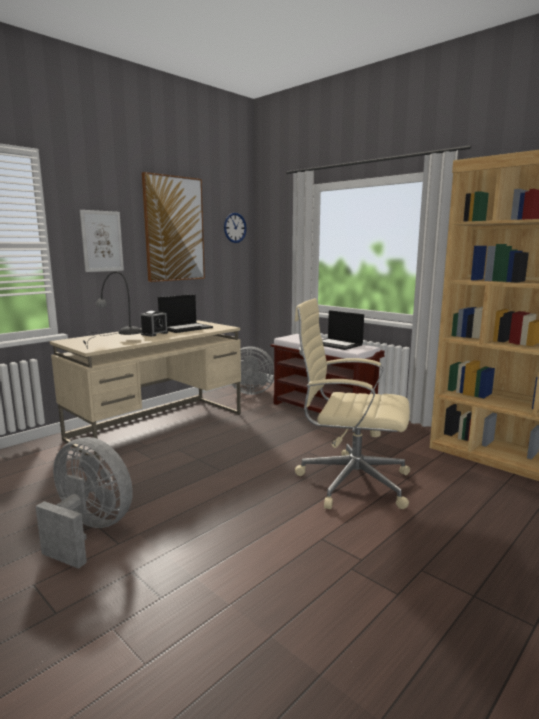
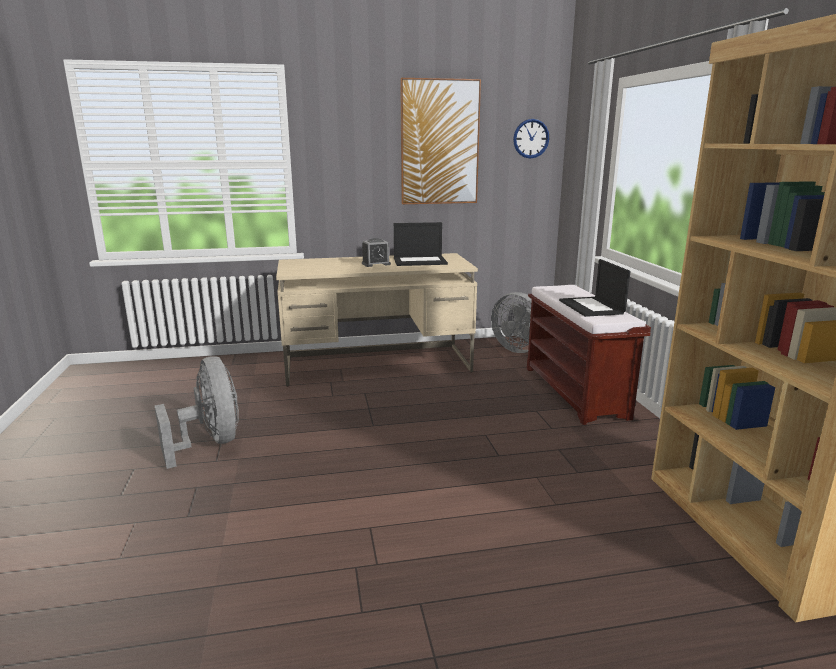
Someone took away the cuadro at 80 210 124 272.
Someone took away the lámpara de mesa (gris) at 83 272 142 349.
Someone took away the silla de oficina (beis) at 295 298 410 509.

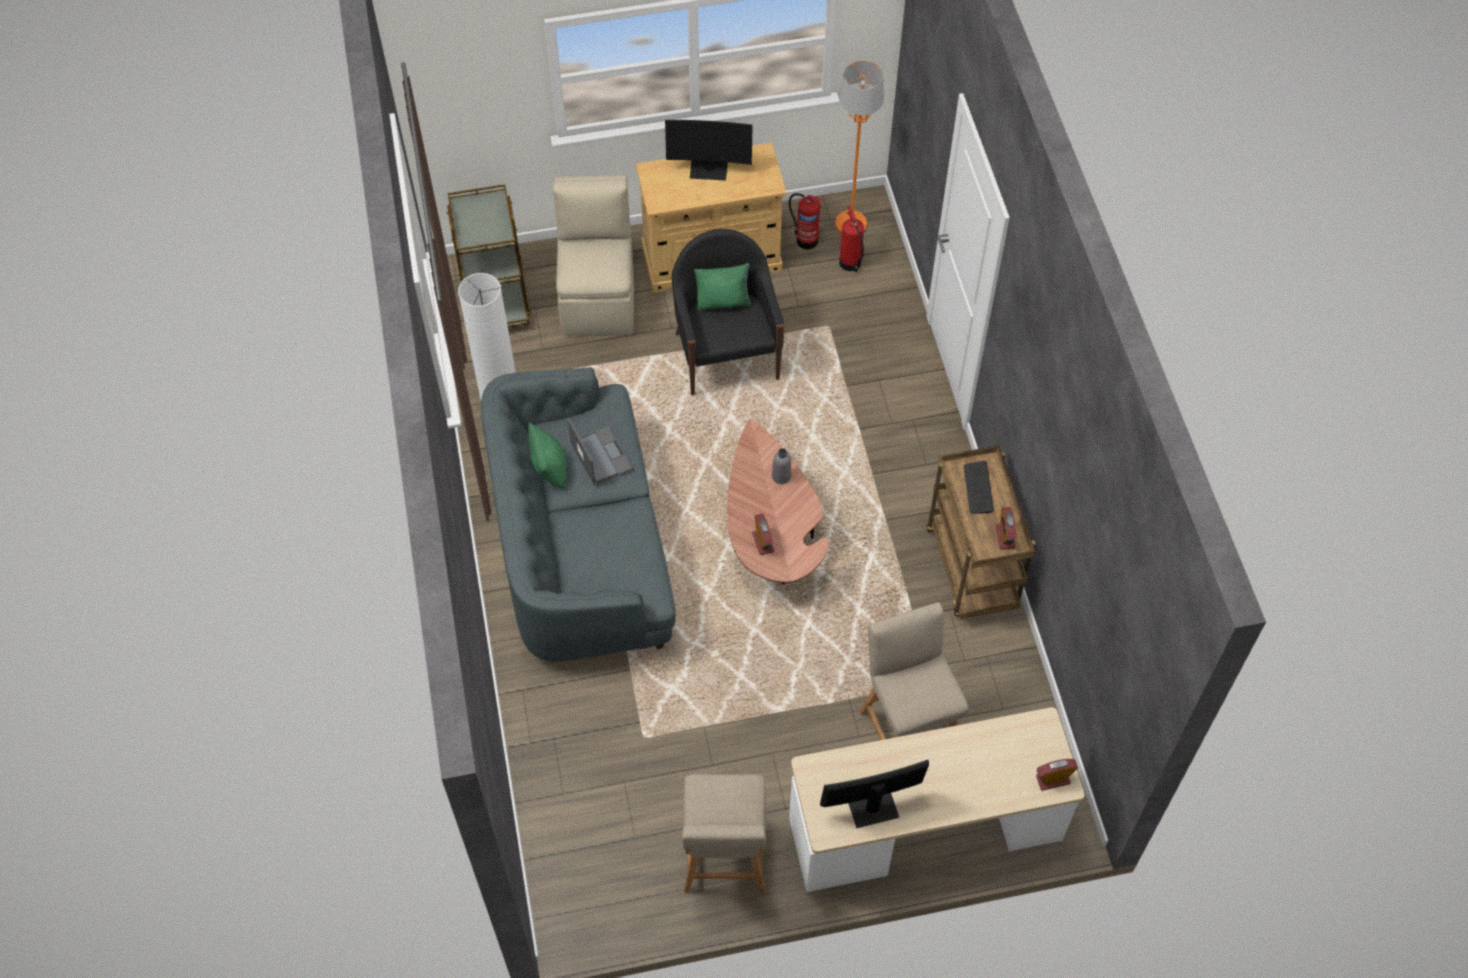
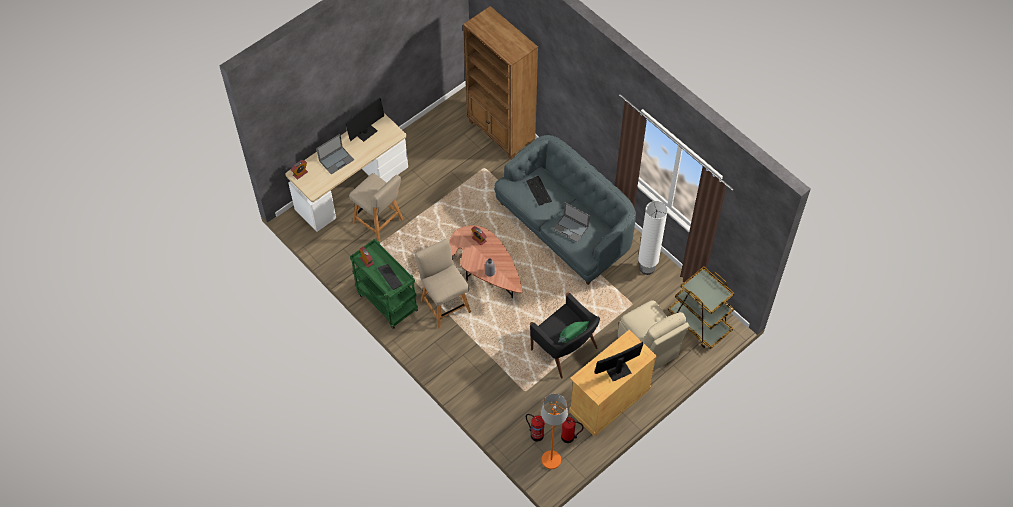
Someone took away the cojín (verde) at 528 423 567 490.
Someone repainted the carrito (marrón) at 927 445 1036 619, which became the carrito (verde) at 350 239 418 329.
Someone carried the silla (beis) from 682 774 767 893 to 415 239 471 329.
Someone put down the estantería (marrón) at 463 6 538 159.
Someone put down the portátil at 317 134 354 174.
Someone put down the teclado at 526 176 552 206.

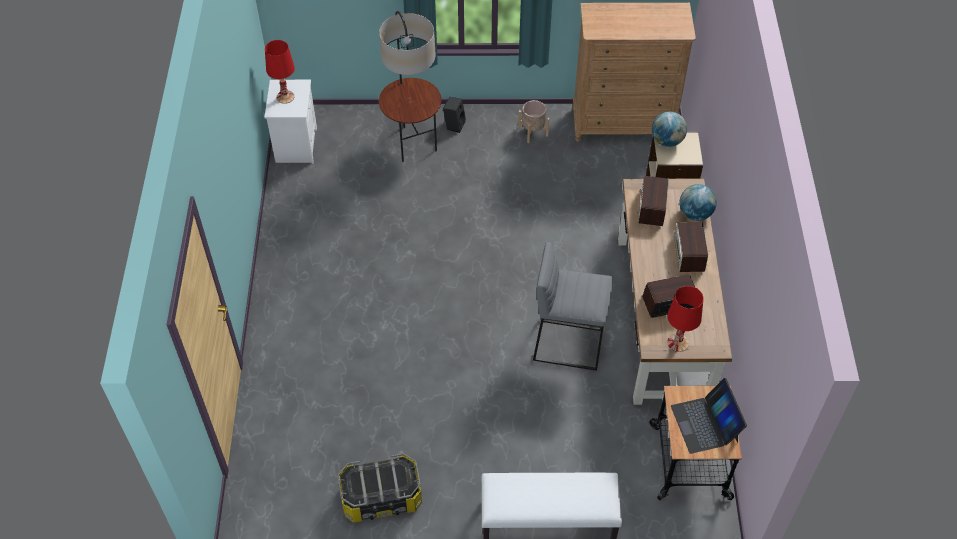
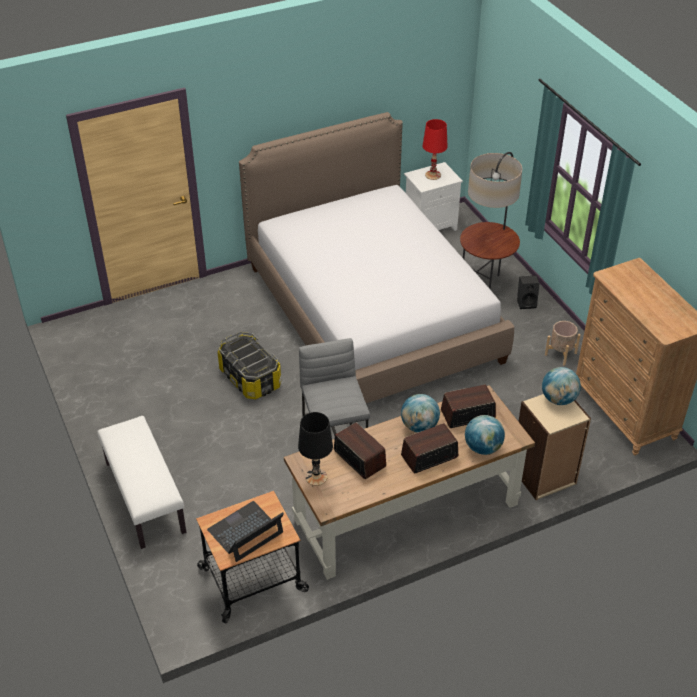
Someone repainted the lámpara de mesa (rojo) at 667 286 704 352, which became the lámpara de mesa (negro) at 298 412 333 486.
Someone carried the caja de almacenaje from 338 453 422 522 to 218 332 281 399.
Someone put down the cama at 239 112 514 403.
Someone put down the globo terráqueo at 401 394 440 433.

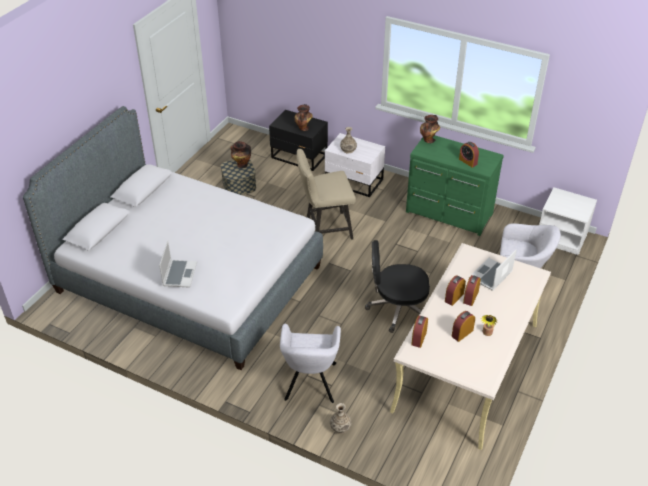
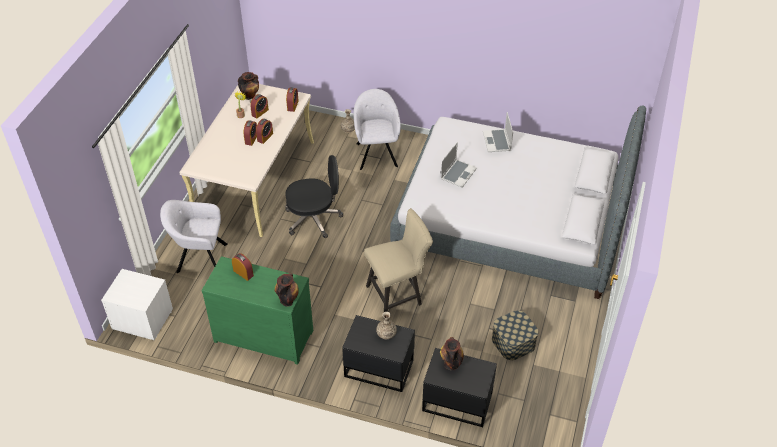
Someone repainted the mesita de noche (blanco) at 325 133 385 197, which became the mesita de noche (negro) at 342 315 415 392.
Someone carried the florero from 231 141 251 168 to 238 72 259 100.
Someone carried the portátil from 469 249 517 291 to 441 142 477 188.

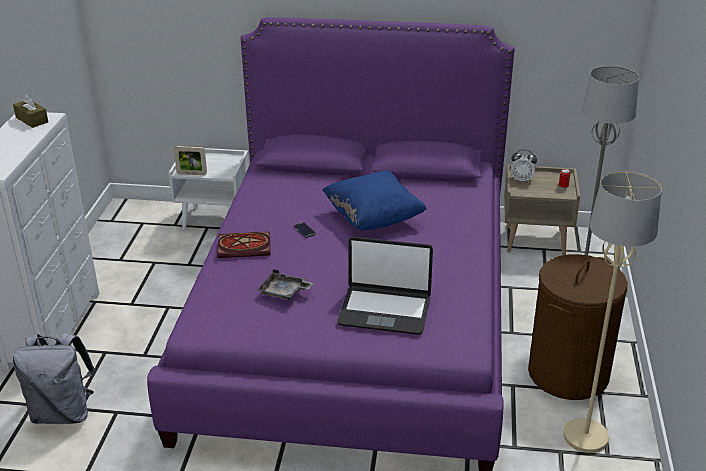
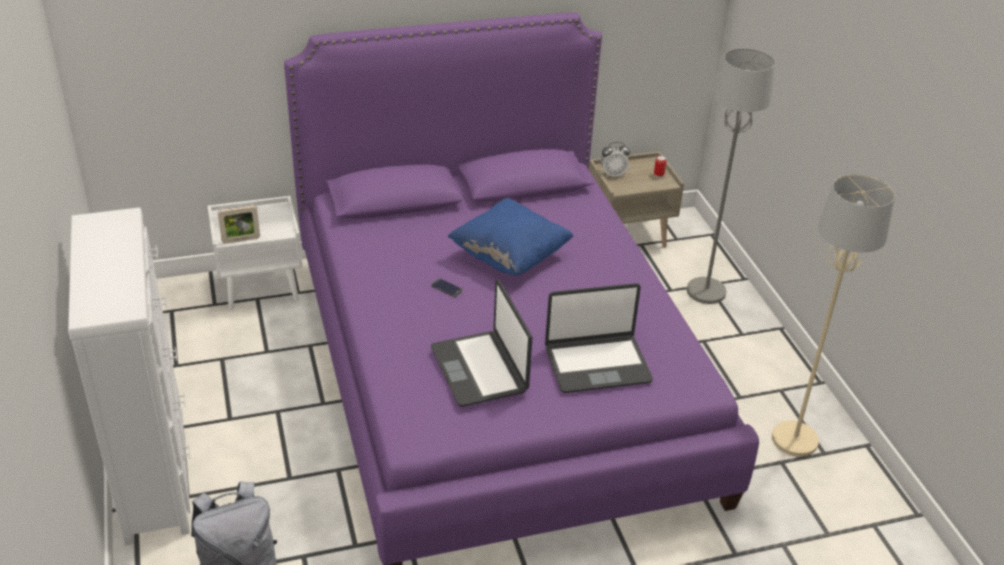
Someone took away the caja de pañuelos (marrón) at 13 93 48 128.
Someone took away the libro at 217 232 270 258.
Someone took away the cesto de la ropa (marrón) at 528 254 628 400.
Someone swapped the bandeja (gris) at 257 269 313 300 for the portátil at 431 279 533 407.

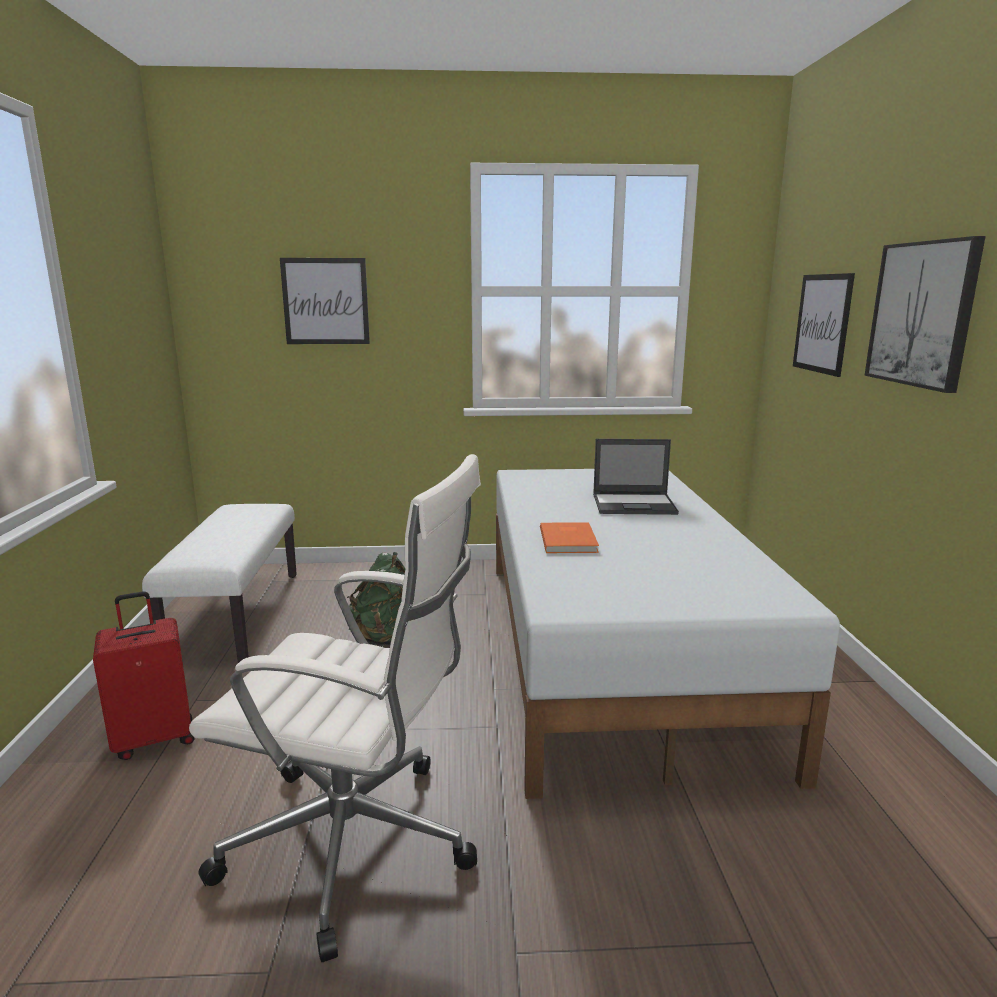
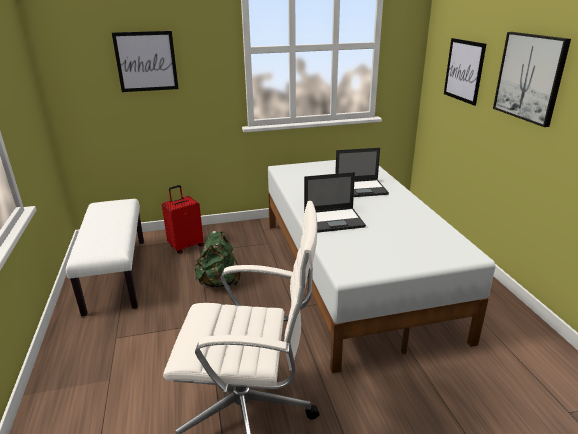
Someone swapped the libro (naranja) at 540 522 599 553 for the portátil at 304 172 366 233.
Someone carried the maleta (rojo) from 93 591 194 760 to 162 185 204 254.

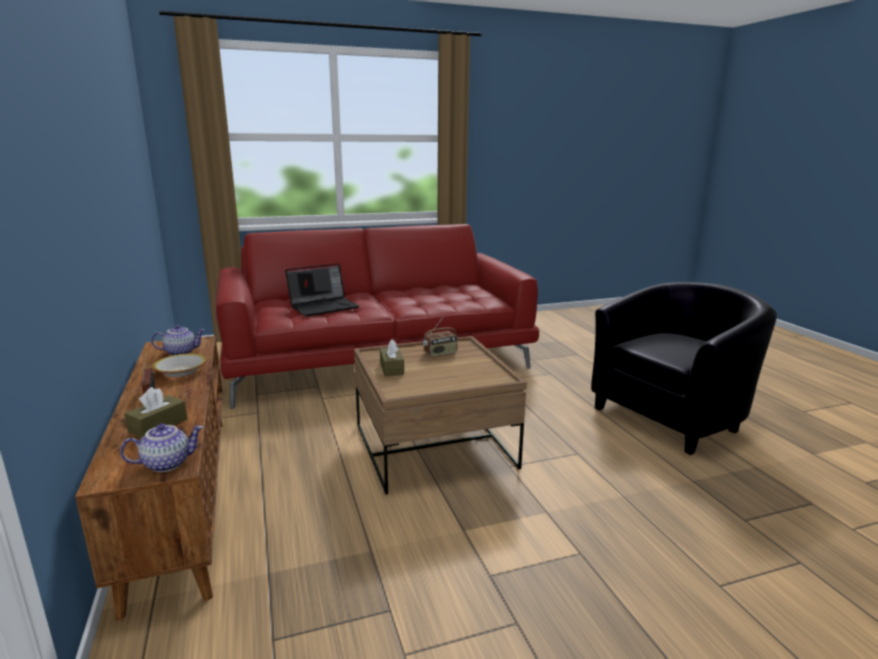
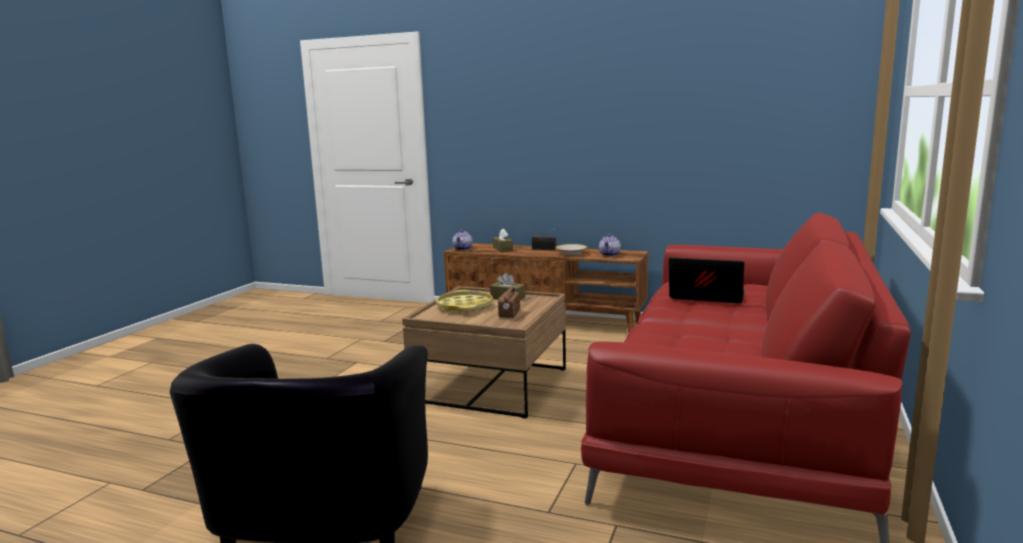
Someone rotated the portátil at 285 263 359 316 by 105 degrees clockwise.
Someone put down the bandeja (amarillo) at 436 290 493 313.

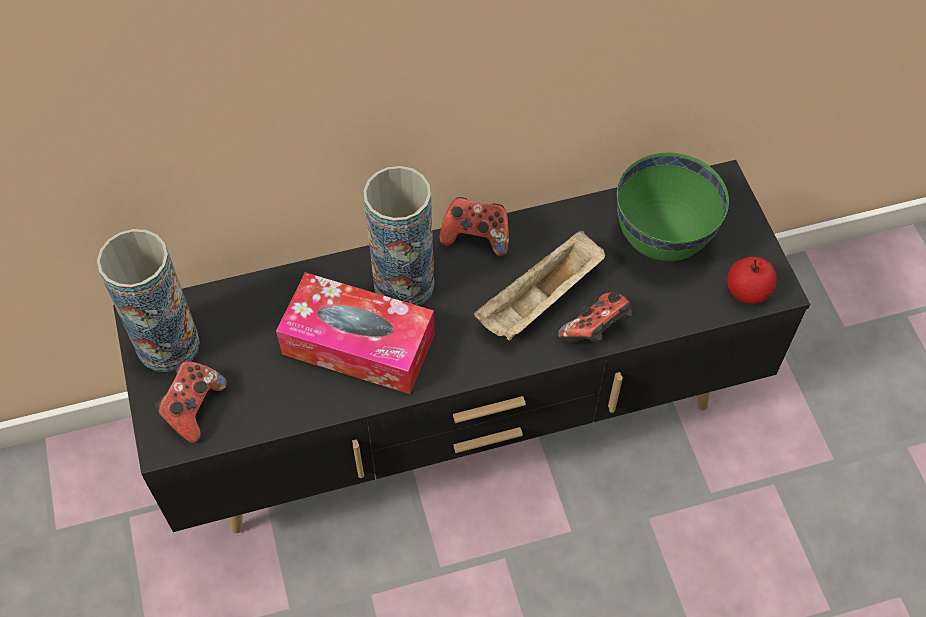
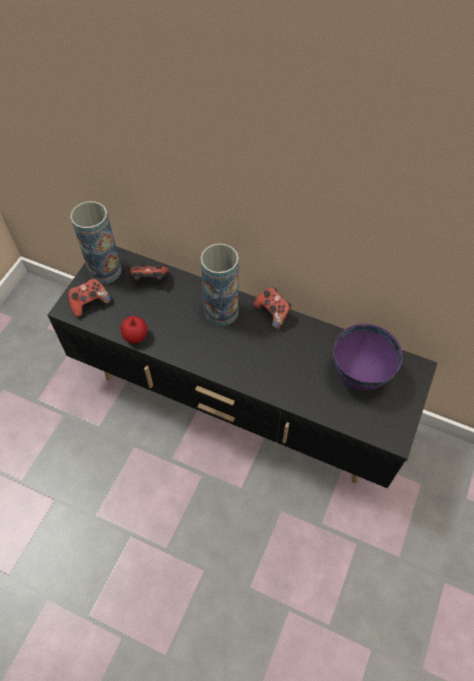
Someone repainted the cuenco (verde) at 617 153 729 261, which became the cuenco (morado) at 333 324 403 390.
Someone took away the bandeja (beis) at 474 230 605 341.
Someone carried the manzana from 727 257 777 304 to 121 316 147 344.
Someone took away the caja de pañuelos at 276 272 435 394.
Someone carried the mando de consola from 558 292 632 343 to 130 263 169 281.

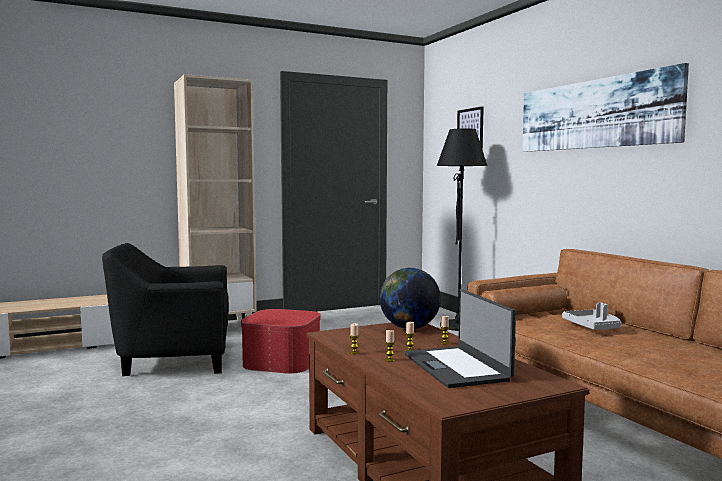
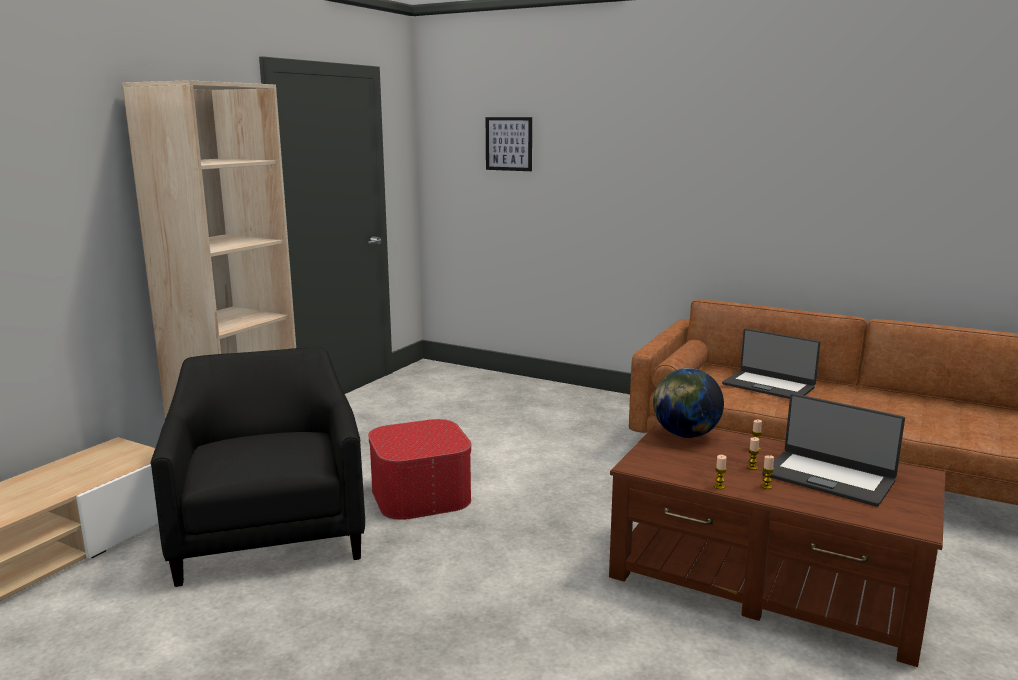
Someone took away the cuadro at 522 63 689 152.
Someone took away the lámpara de pie (negro) at 436 128 488 331.
Someone rotated the sillón (negro) at 102 243 229 376 by 120 degrees clockwise.
Someone swapped the bandeja (gris) at 562 302 621 330 for the portátil at 722 329 821 399.

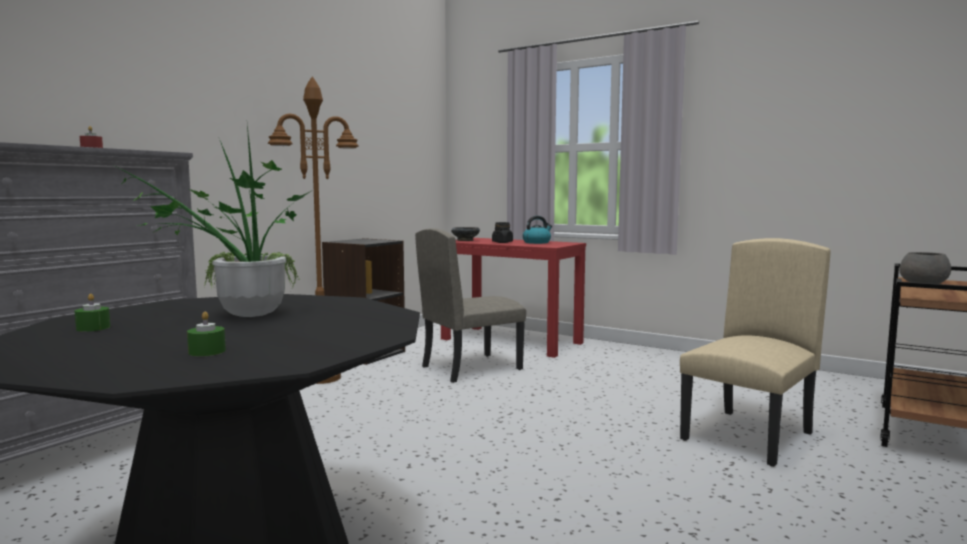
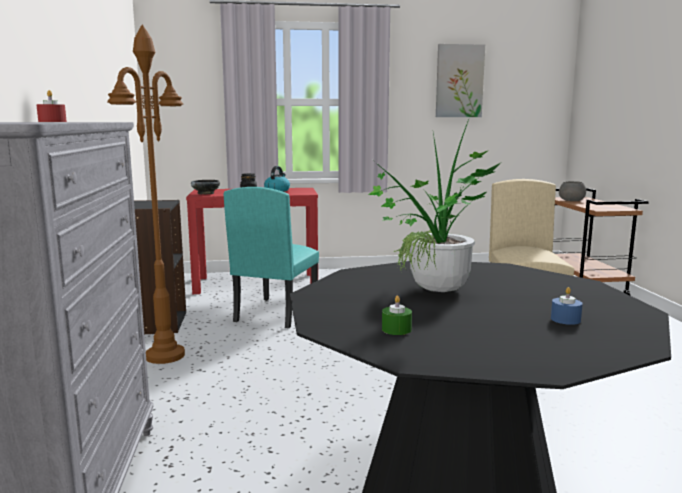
Someone repainted the silla (beis) at 415 228 526 383, which became the silla (turquesa) at 224 187 319 328.
Someone repainted the vela (verde) at 187 311 226 356, which became the vela (azul) at 551 287 583 325.
Someone put up the cuadro at 436 44 485 117.

